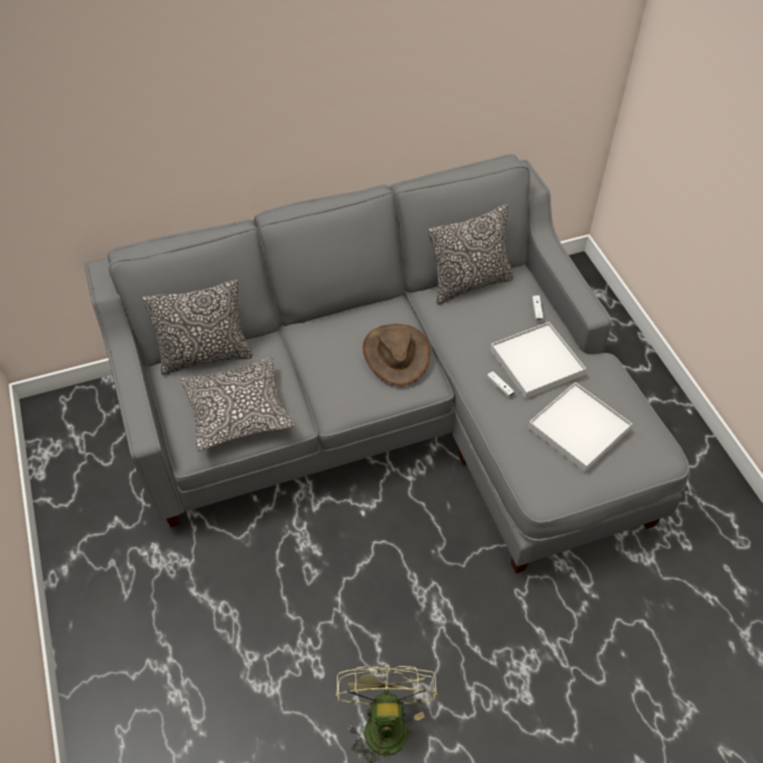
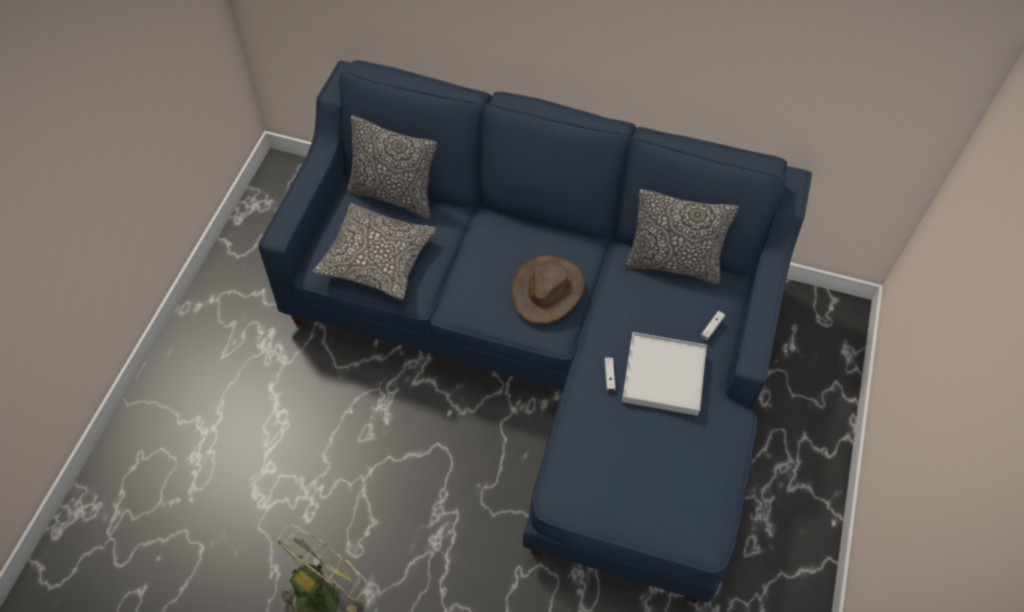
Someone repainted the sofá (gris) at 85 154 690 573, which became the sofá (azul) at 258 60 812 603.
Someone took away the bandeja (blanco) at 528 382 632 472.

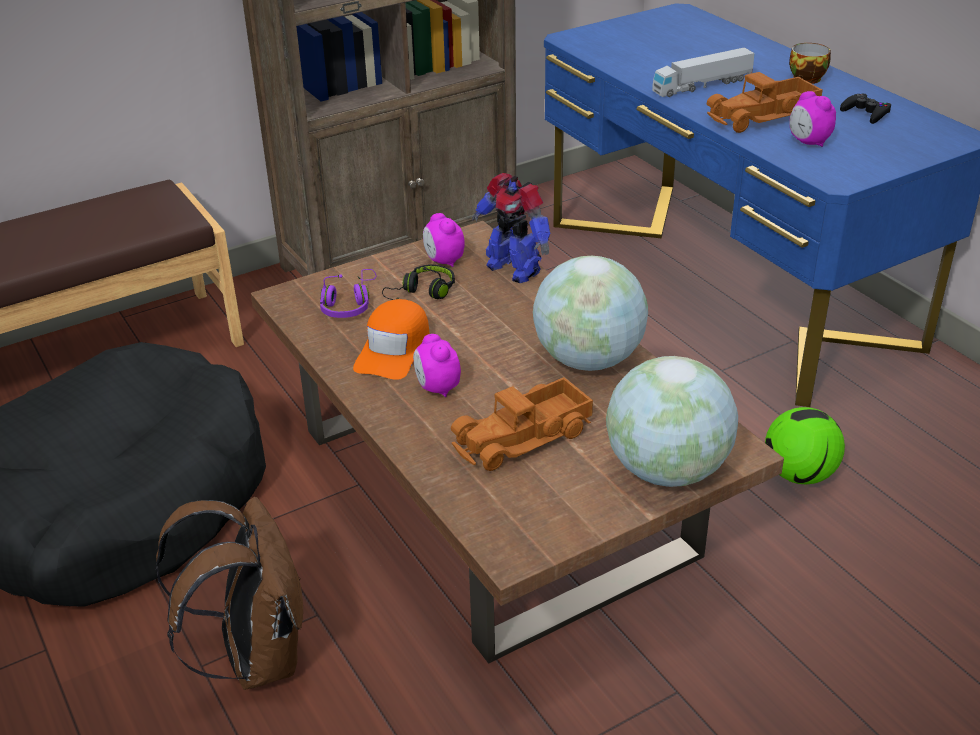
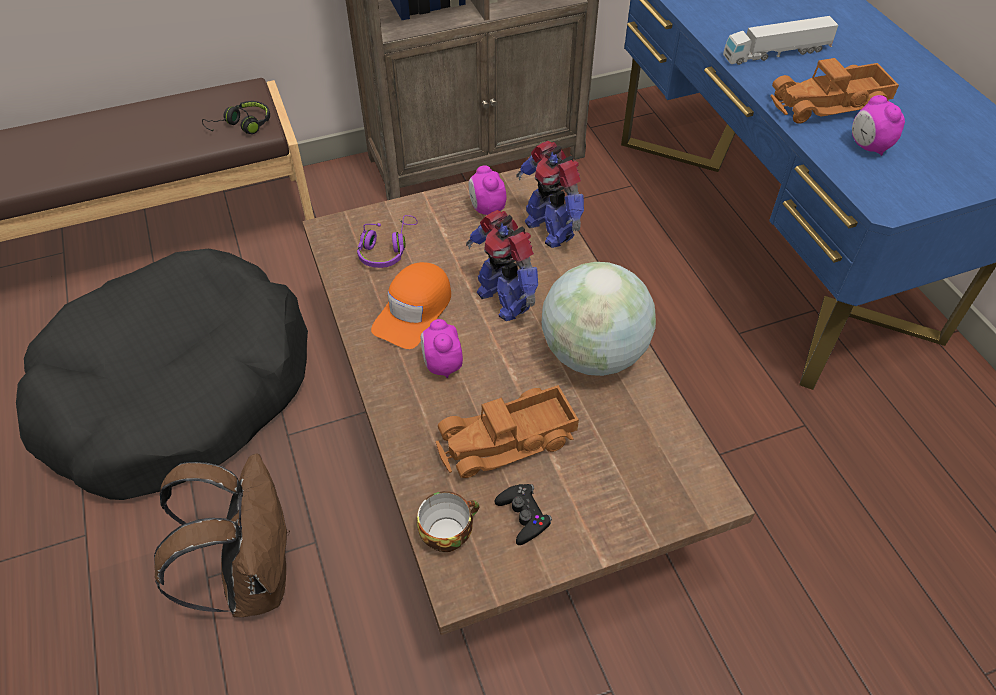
Someone carried the taza from 789 43 831 84 to 417 491 479 552.
Someone carried the mando de consola (negro) from 840 94 891 124 to 495 484 552 545.
Someone carried the auriculares (negro) from 382 265 455 300 to 202 101 270 134.
Someone took away the globo terráqueo at 606 356 738 487.
Someone took away the balón de fútbol at 765 407 845 484.
Someone put down the robot de juguete at 466 210 538 321.

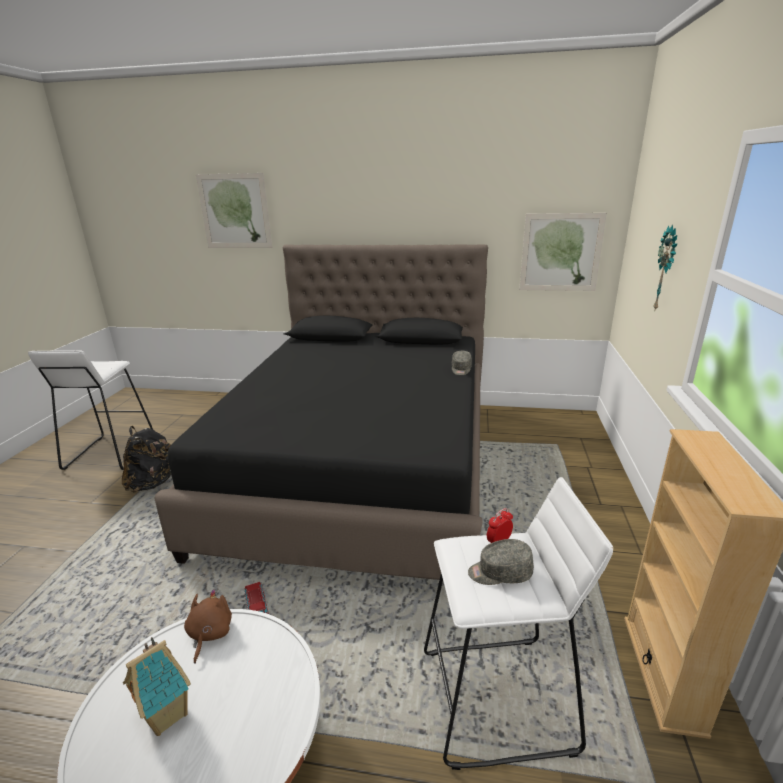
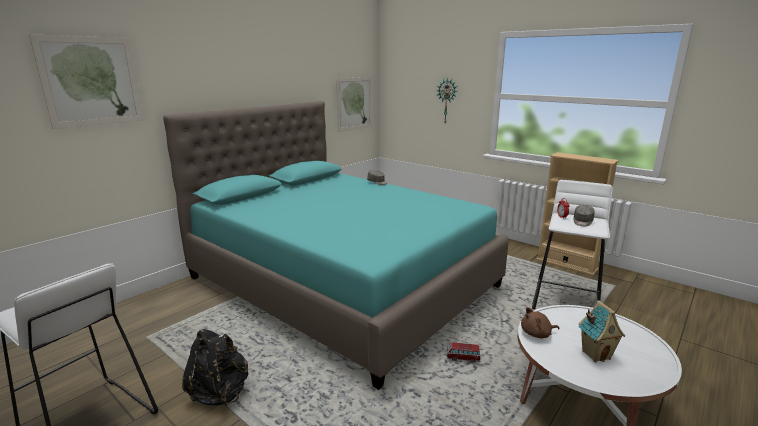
Someone repainted the cama (negro) at 154 244 488 580, which became the cama (turquesa) at 163 101 509 390.
Someone rotated the peluche (marrón) at 184 589 232 664 by 45 degrees counterclockwise.

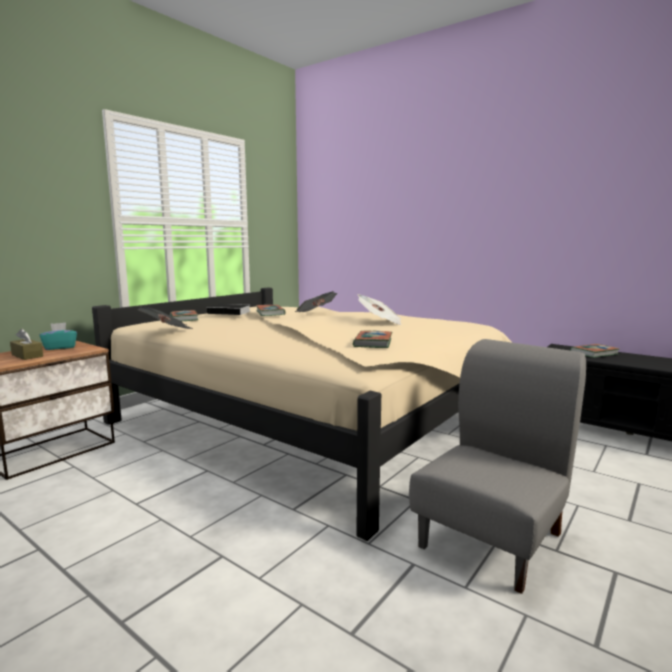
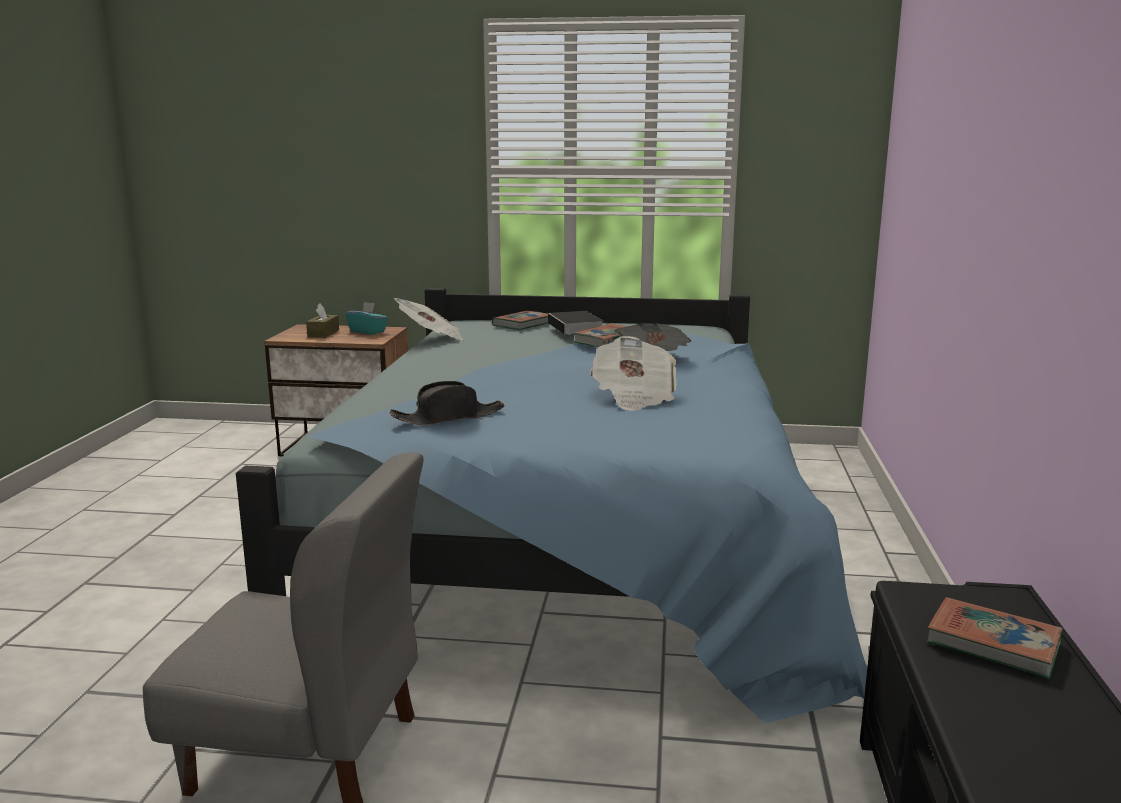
Someone repainted the cama (beis) at 92 287 511 541, which became the cama (azul) at 236 288 867 723.
Someone swapped the libro at 353 331 392 348 for the sombrero (negro) at 390 381 505 425.

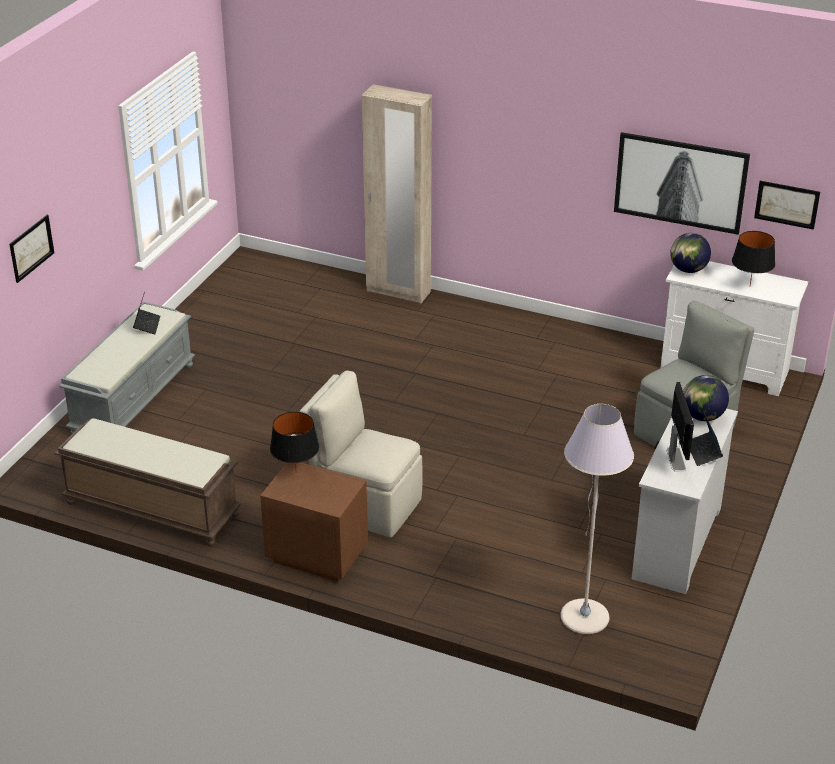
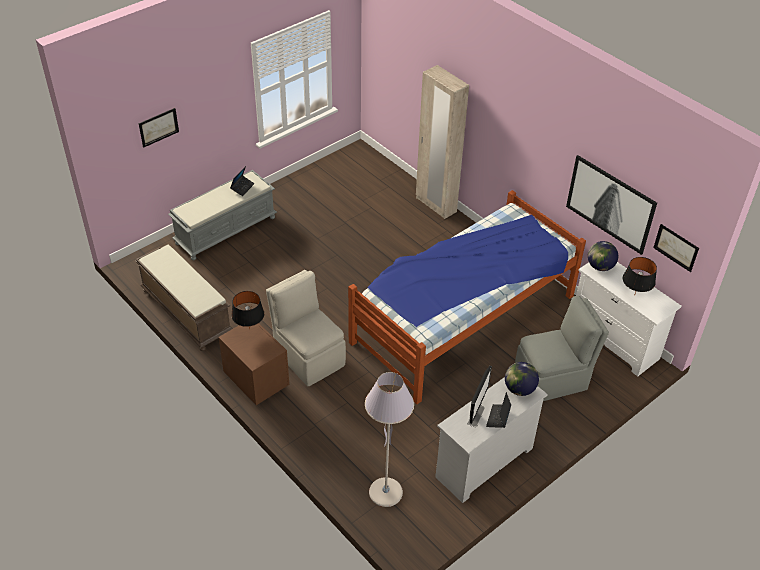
Someone put down the cama at 348 190 586 404.

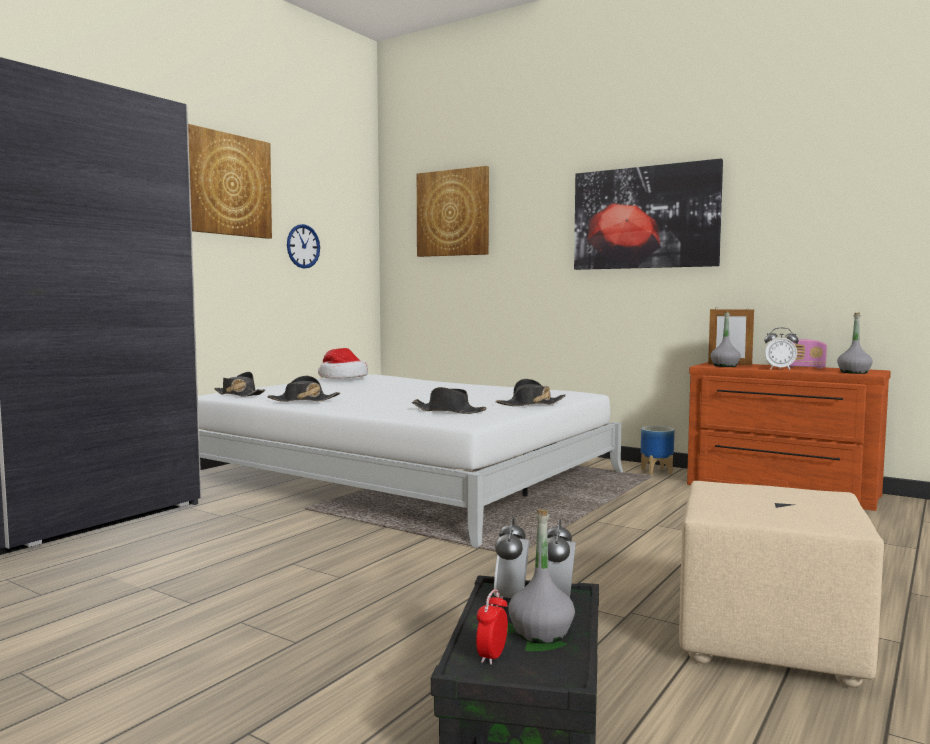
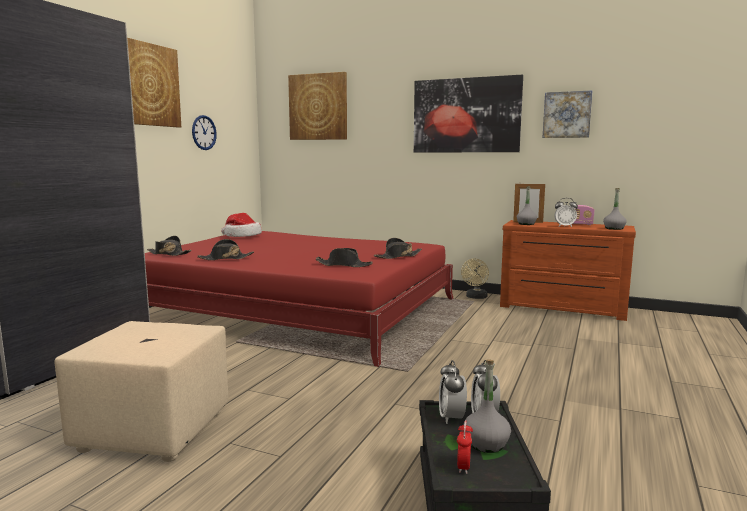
Someone repainted the cama (blanco) at 198 374 623 548, which became the cama (rojo) at 145 231 454 367.
Someone swapped the maceta at 641 426 674 475 for the ventilador (beis) at 461 259 489 299.
Someone carried the puf (beis) from 679 481 884 687 to 55 321 228 462.
Someone put up the cuadro at 542 90 592 138.

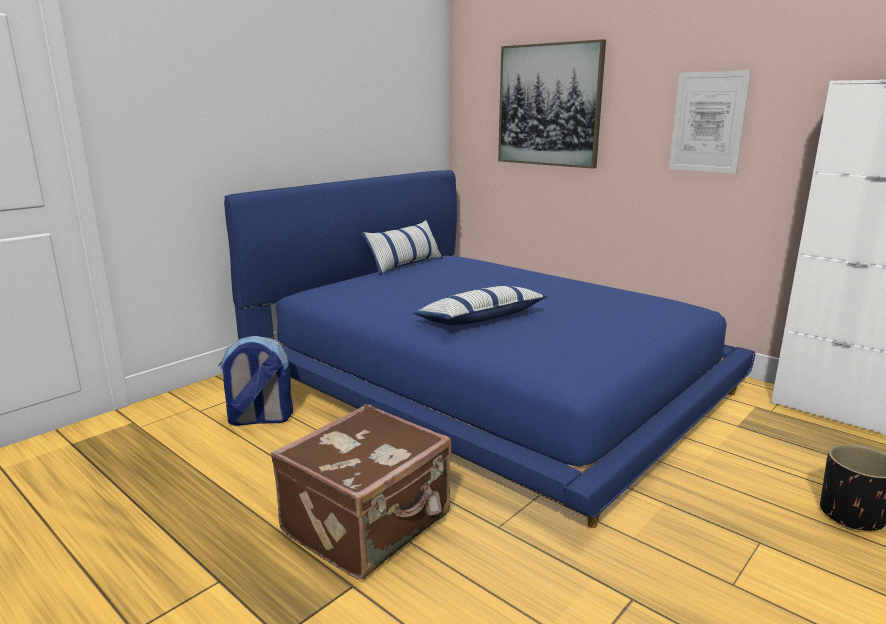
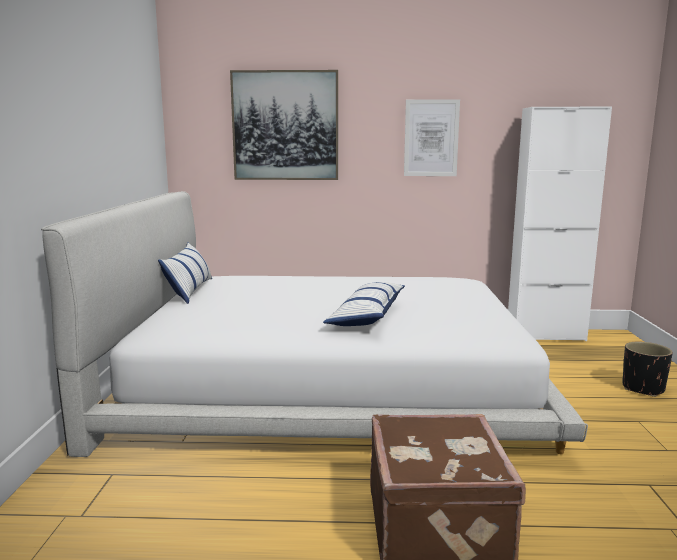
Someone repainted the cama (azul) at 224 170 756 528, which became the cama (blanco) at 41 191 588 457.
Someone took away the mochila at 219 336 293 426.

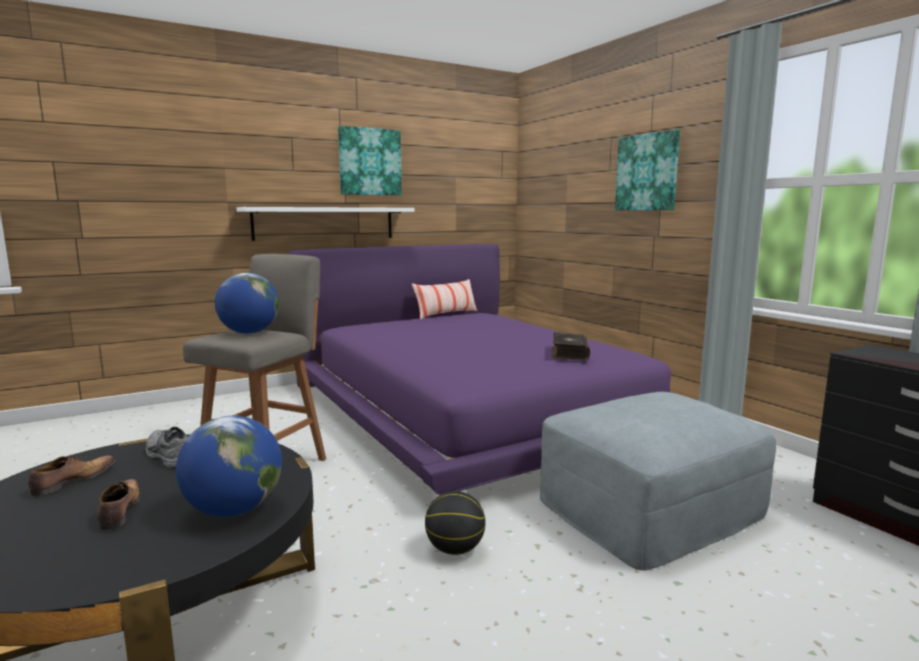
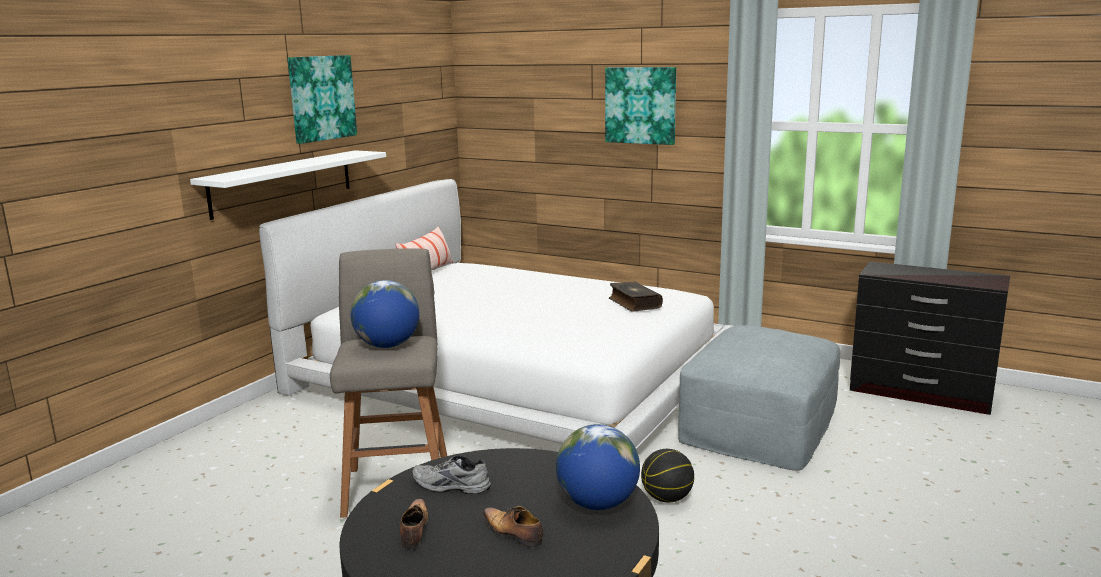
Someone repainted the cama (morado) at 289 244 671 495, which became the cama (blanco) at 259 179 733 449.

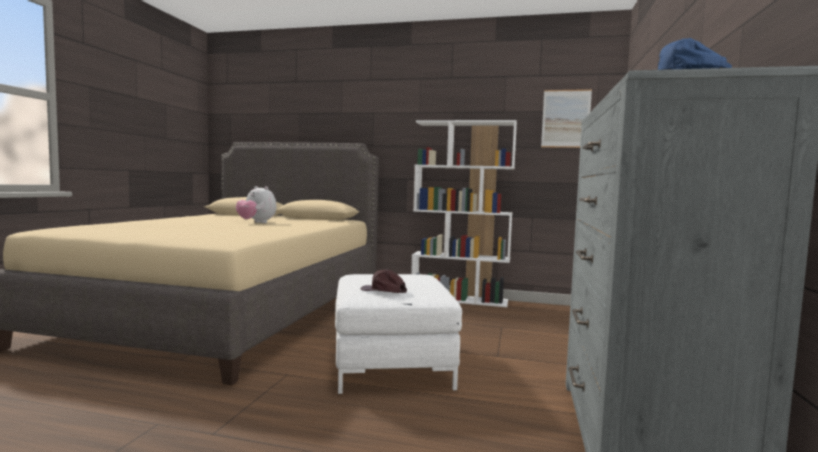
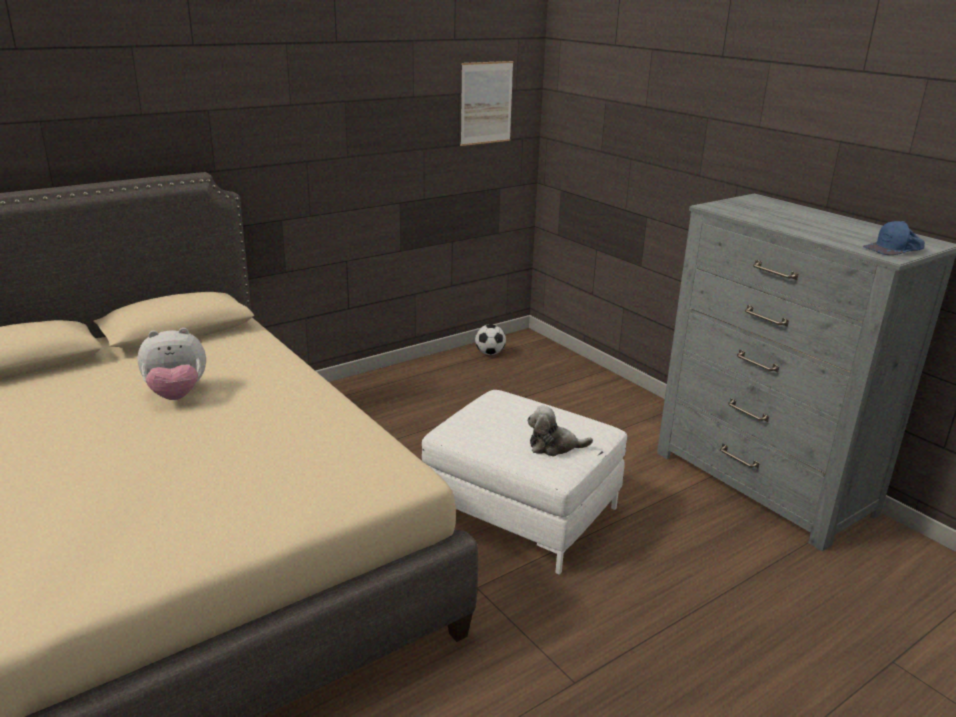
Someone took away the estantería (blanco) at 411 120 517 307.
Someone swapped the gorra (marrón) at 361 269 407 293 for the peluche at 527 405 593 456.
Someone put down the balón de fútbol at 475 324 506 355.

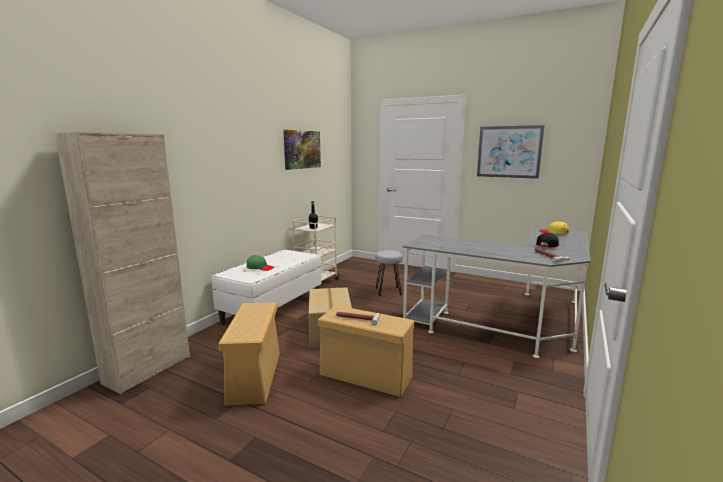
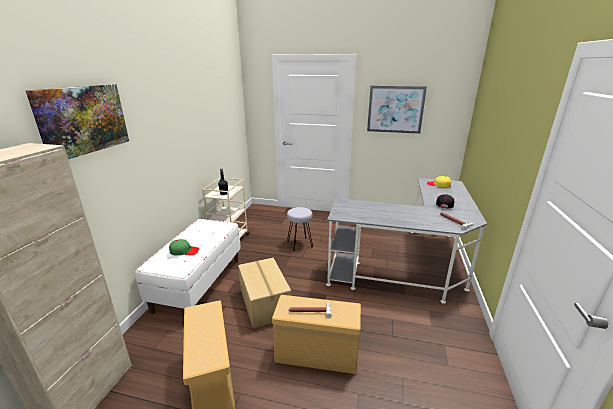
Someone carried the cuadro from 283 130 321 170 to 26 84 129 159.

